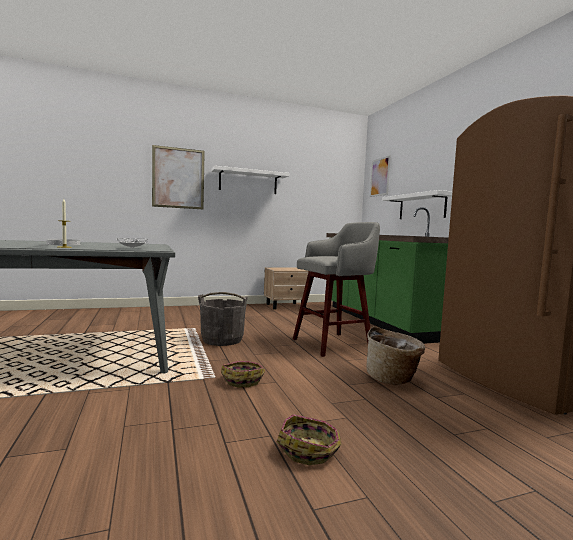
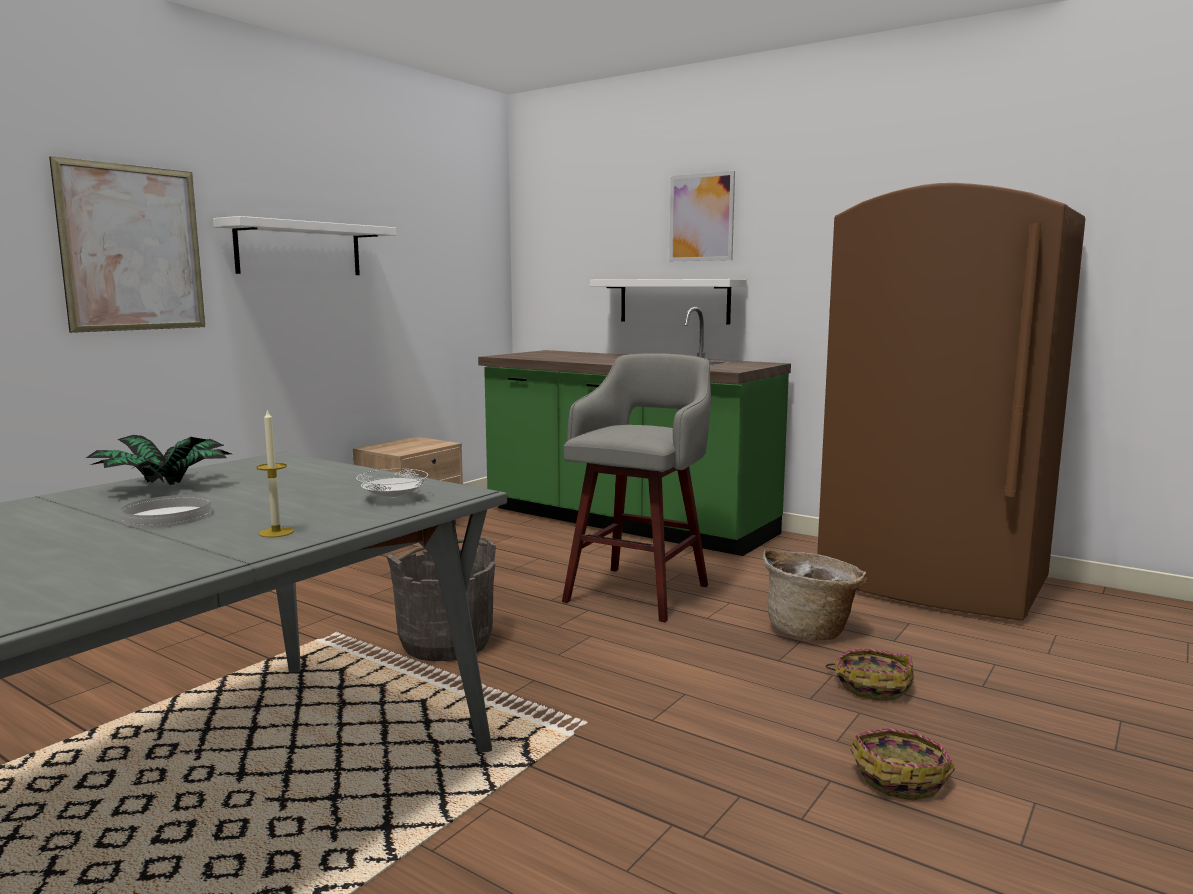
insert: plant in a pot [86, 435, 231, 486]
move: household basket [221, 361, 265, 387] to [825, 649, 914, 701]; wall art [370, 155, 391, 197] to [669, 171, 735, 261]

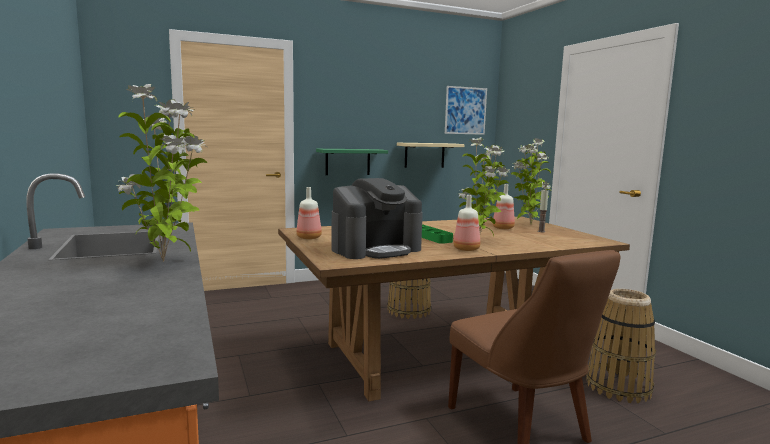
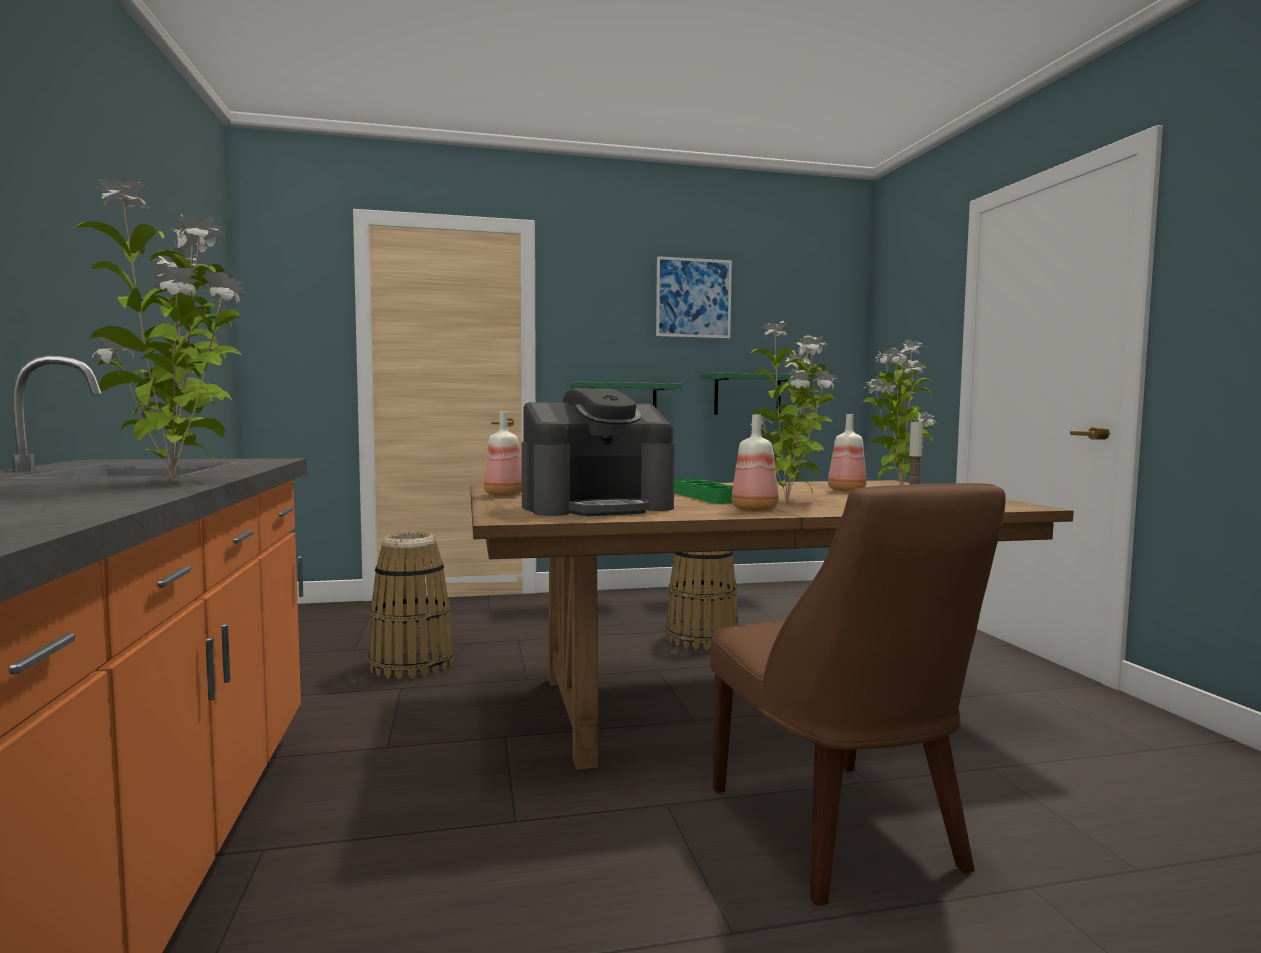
move: wall art [445, 86, 487, 135] to [656, 256, 732, 338]; household basket [586, 289, 656, 403] to [368, 532, 454, 679]
recolor: beige-coloured shelf [397, 143, 464, 168] to green shelf [701, 372, 792, 415]

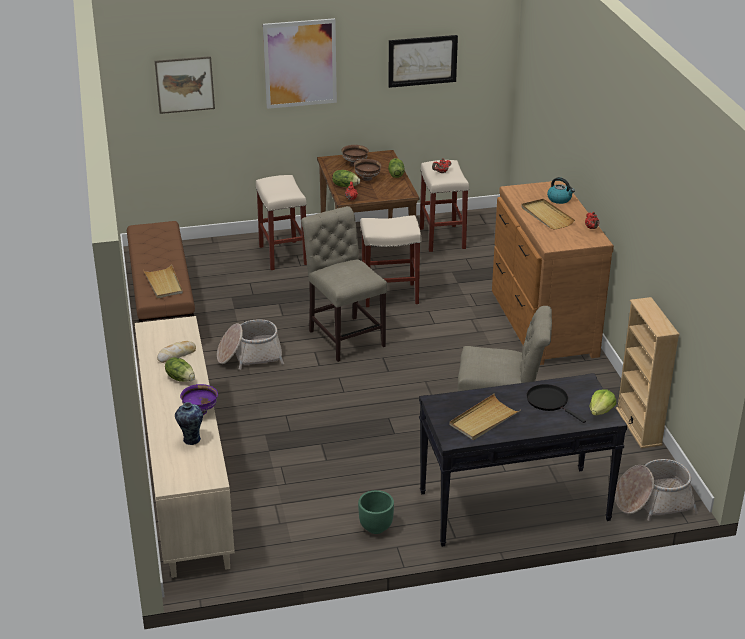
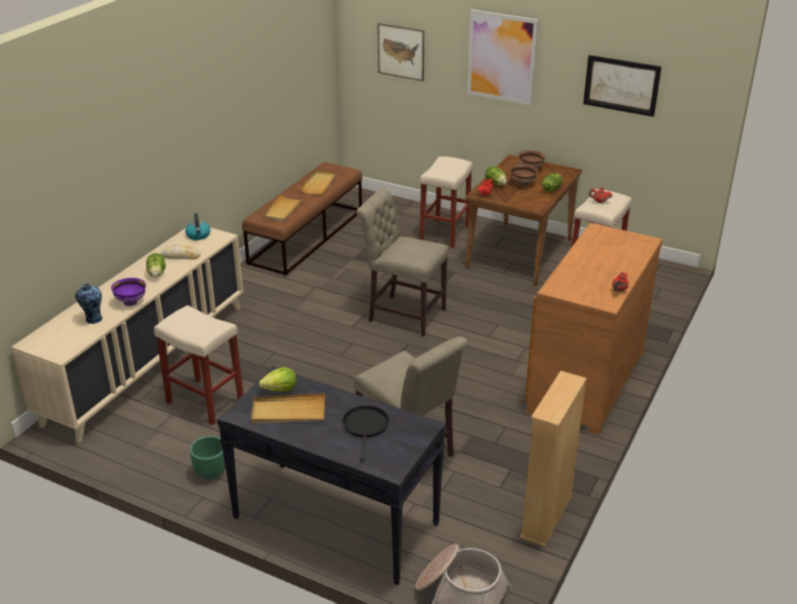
delete: household basket [217, 319, 284, 370]
move: beige-coloured stool [360, 215, 421, 307] to [154, 305, 244, 425]; beige-coloured tray [521, 199, 575, 229] to [300, 170, 336, 195]; tea kettle [547, 177, 575, 204] to [185, 213, 210, 240]; lettuce [589, 389, 616, 416] to [259, 367, 296, 392]
rotate: beige-coloured plain chair [301, 206, 387, 362] = [356, 188, 449, 336] 75 degrees counterclockwise

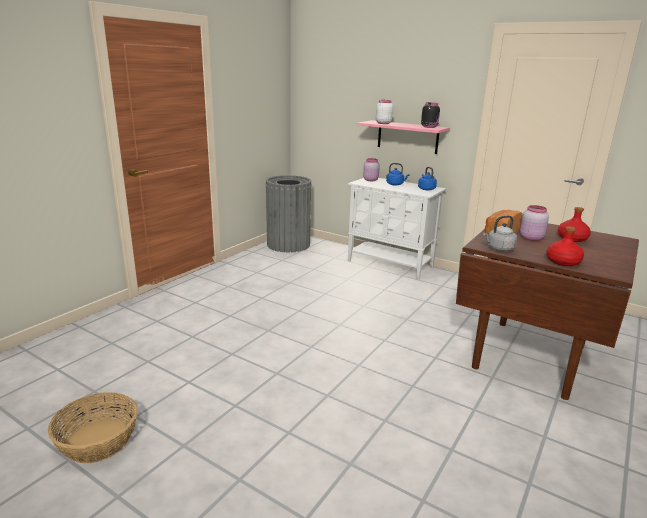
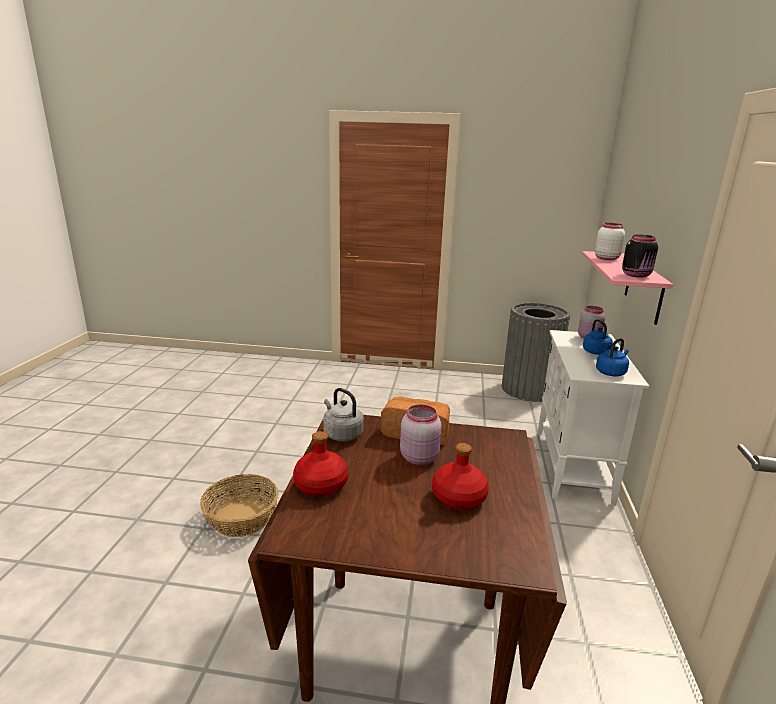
move: household basket [48, 392, 137, 463] to [200, 474, 279, 537]

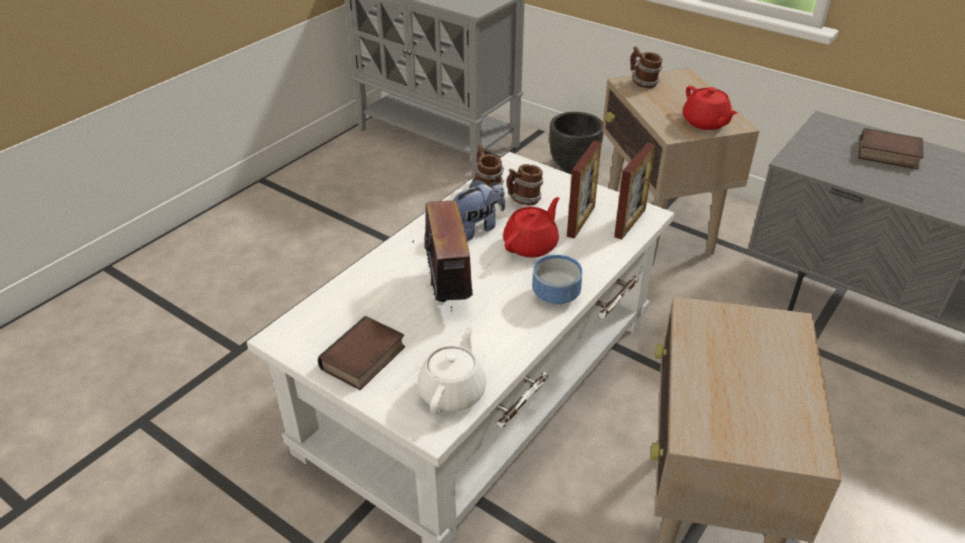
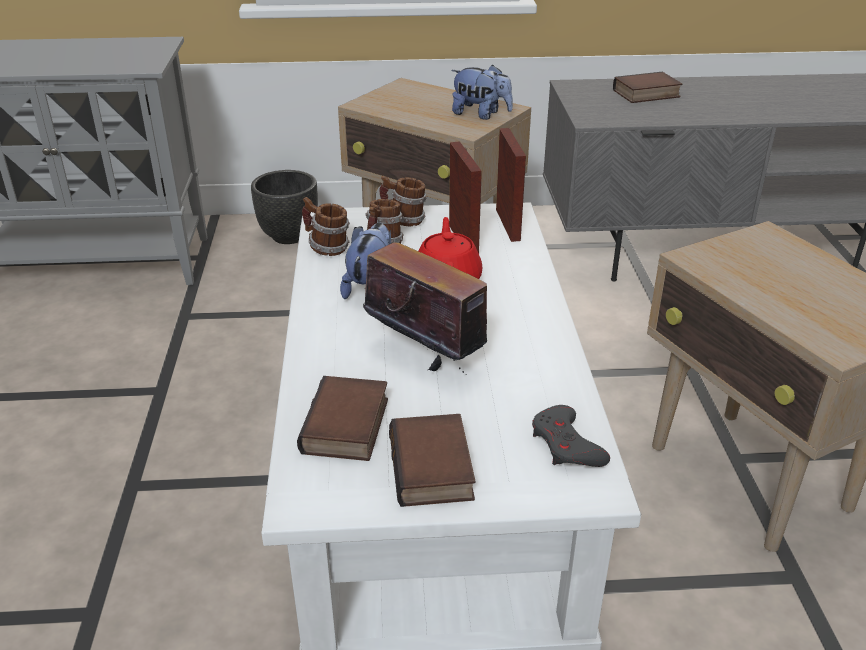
delete: bowl [532, 255, 582, 305]
insert: volume [297, 376, 388, 461]
move: coffee mug [630, 46, 663, 88] to [380, 176, 427, 226]
replace: white-coloured tea pot [418, 325, 486, 414] to grey gamepad [532, 405, 610, 467]; red tea pot [683, 86, 738, 130] to cuddly toy [451, 65, 513, 120]

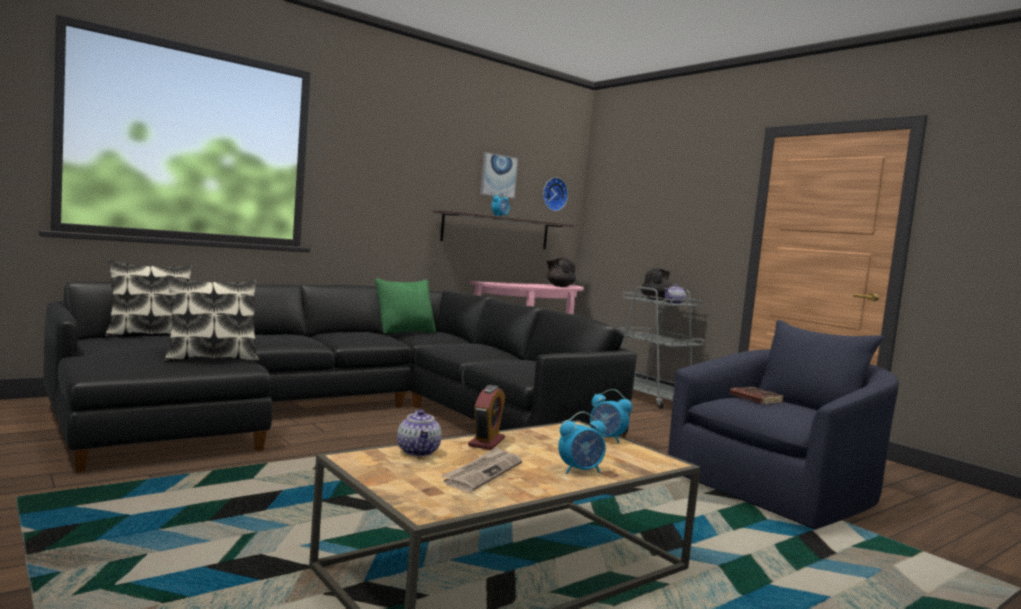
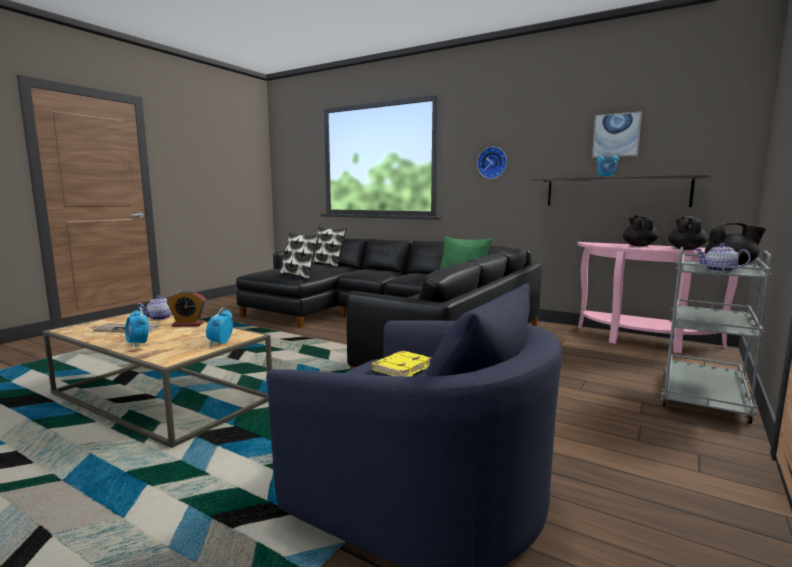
insert: blackish tea pot [623, 215, 659, 246]
move: hanging clock [543, 178, 568, 211] to [477, 147, 507, 179]
recolor: brown volume [730, 387, 784, 404] to yellowish volume [372, 351, 432, 377]

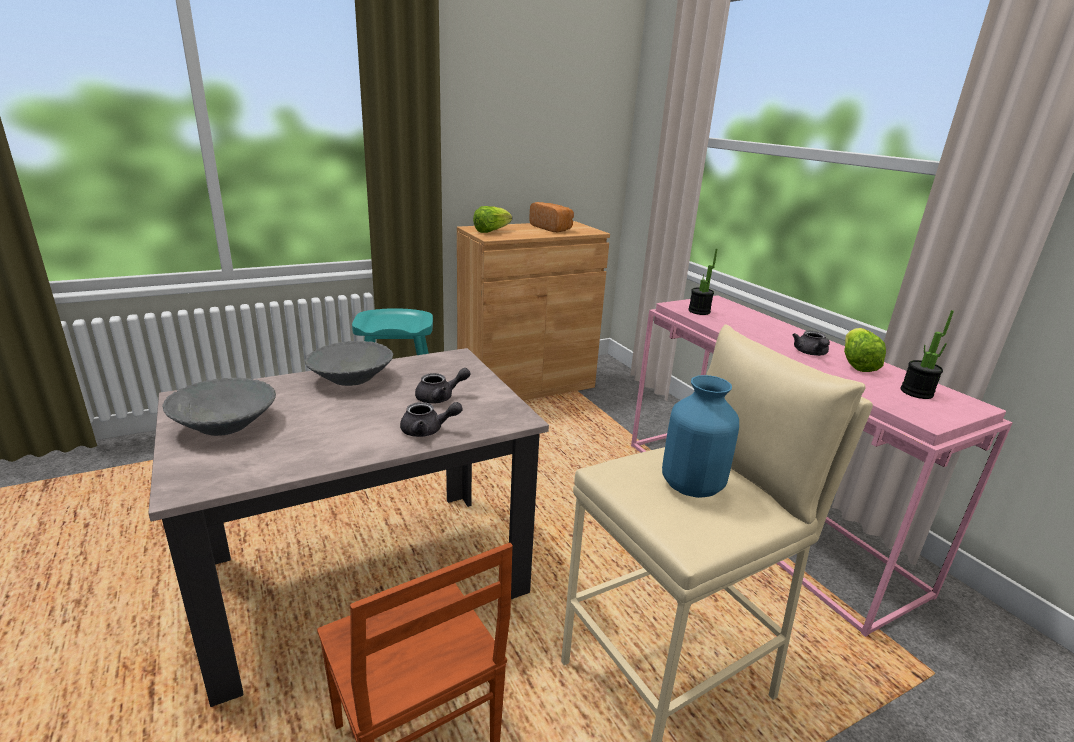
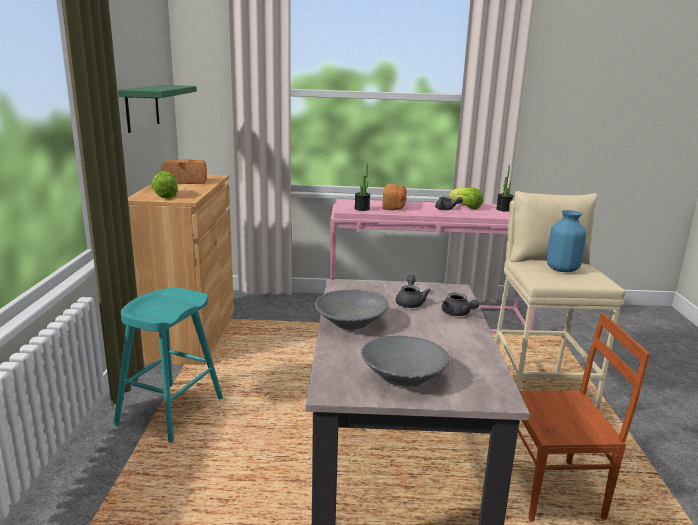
insert: green shelf [118, 85, 197, 133]; bakery bread [382, 184, 407, 210]
rotate: grey tea pot [400, 402, 463, 437] = [442, 293, 480, 316] 120 degrees clockwise

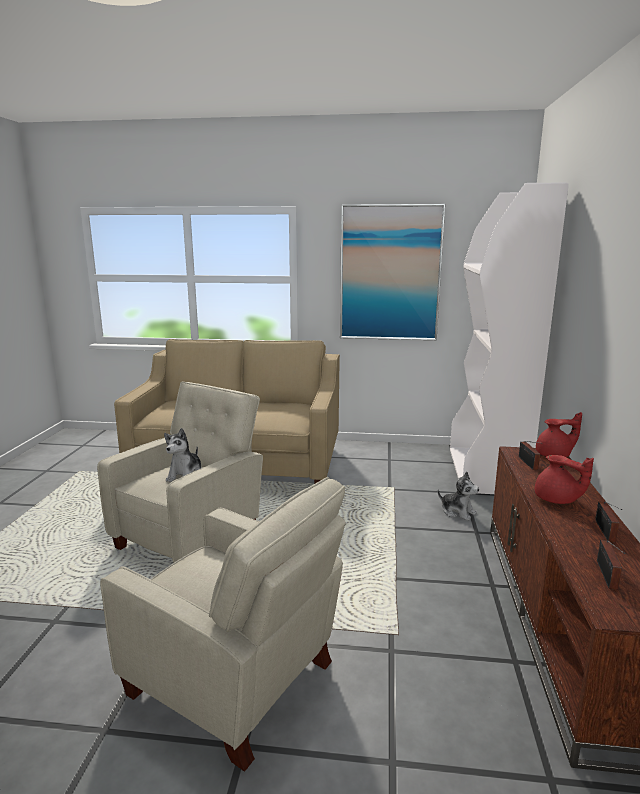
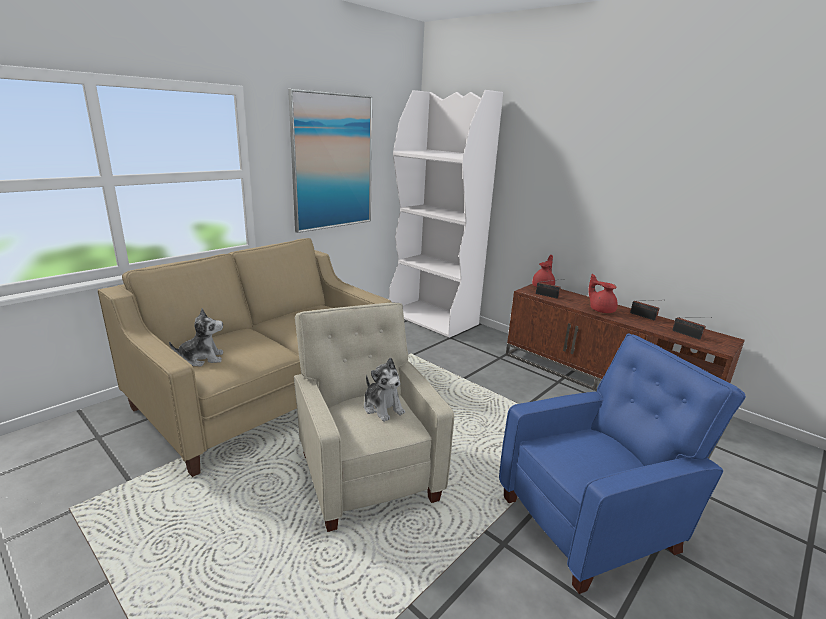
move: cuddly toy [438, 471, 479, 521] to [169, 308, 223, 367]
recolor: beige-coloured lounge chair [100, 477, 346, 772] to blue lounge chair [499, 334, 746, 594]
rotate: red tea pot [535, 455, 594, 504] = [588, 274, 618, 313] 120 degrees counterclockwise

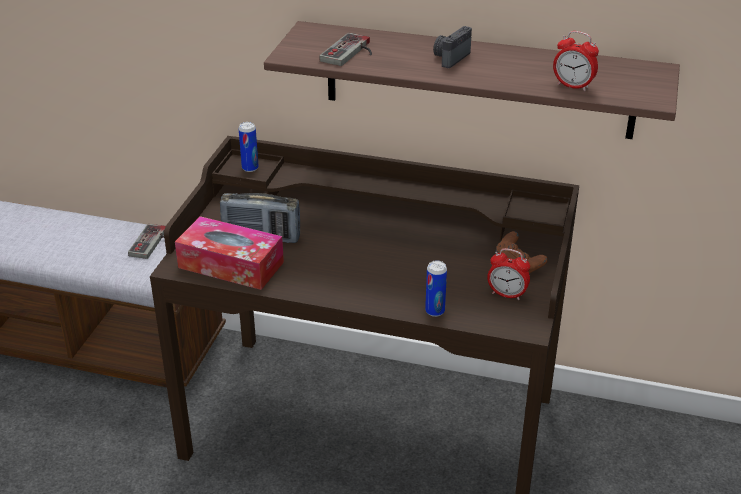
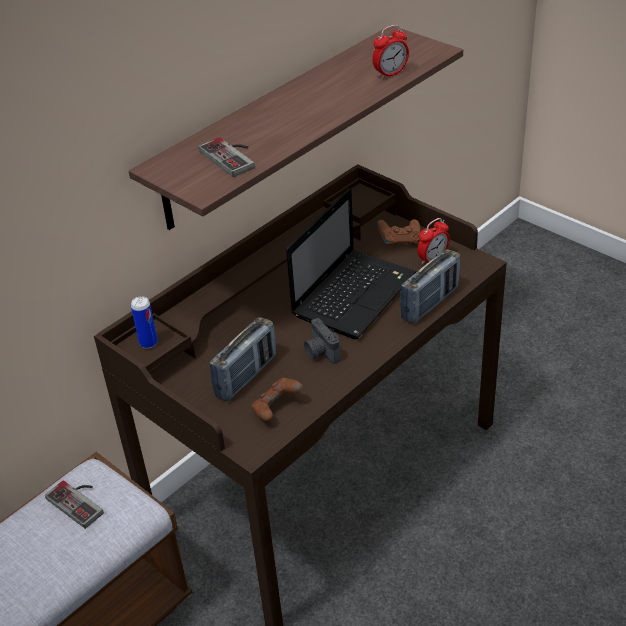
insert: portable computer [286, 189, 417, 339]
move: photo camera [433, 26, 472, 68] to [304, 318, 340, 364]
replace: tissue box [175, 216, 284, 290] to brown gamepad [251, 377, 303, 421]; sealed can [425, 260, 447, 317] to radio receiver [400, 249, 460, 324]

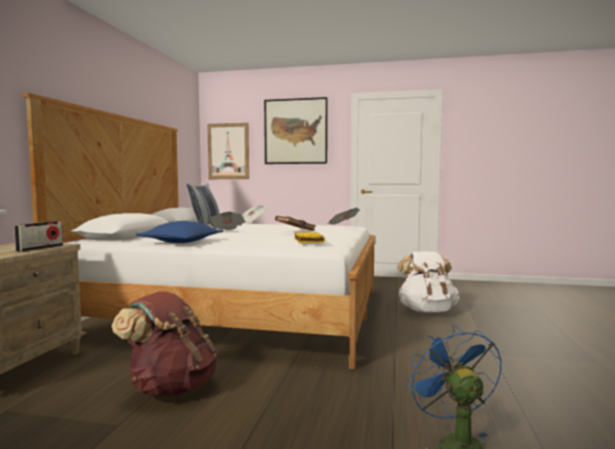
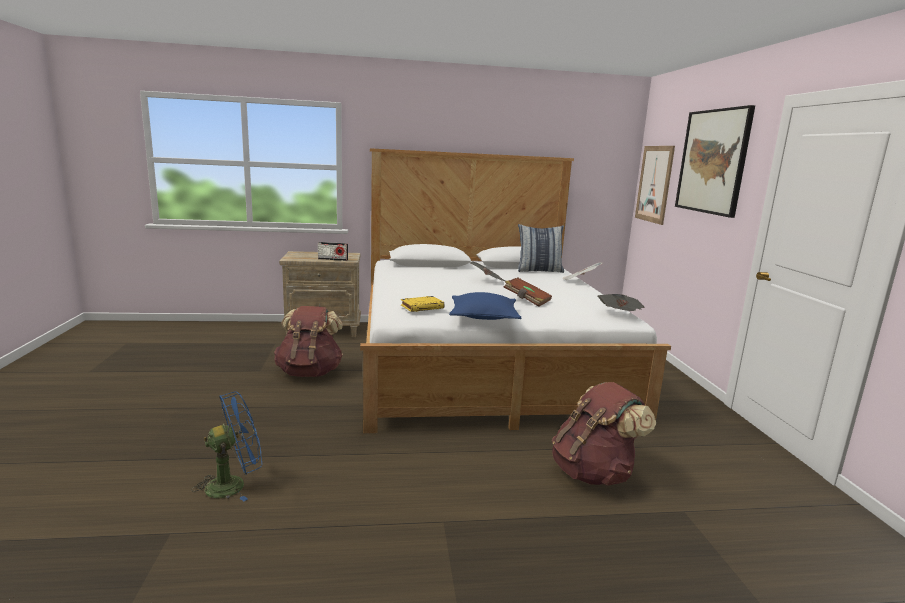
move: blue throw pillow [136, 221, 224, 243] to [449, 292, 522, 320]
recolor: white-coloured knapsack [397, 251, 459, 313] to brown knapsack [552, 382, 656, 486]

